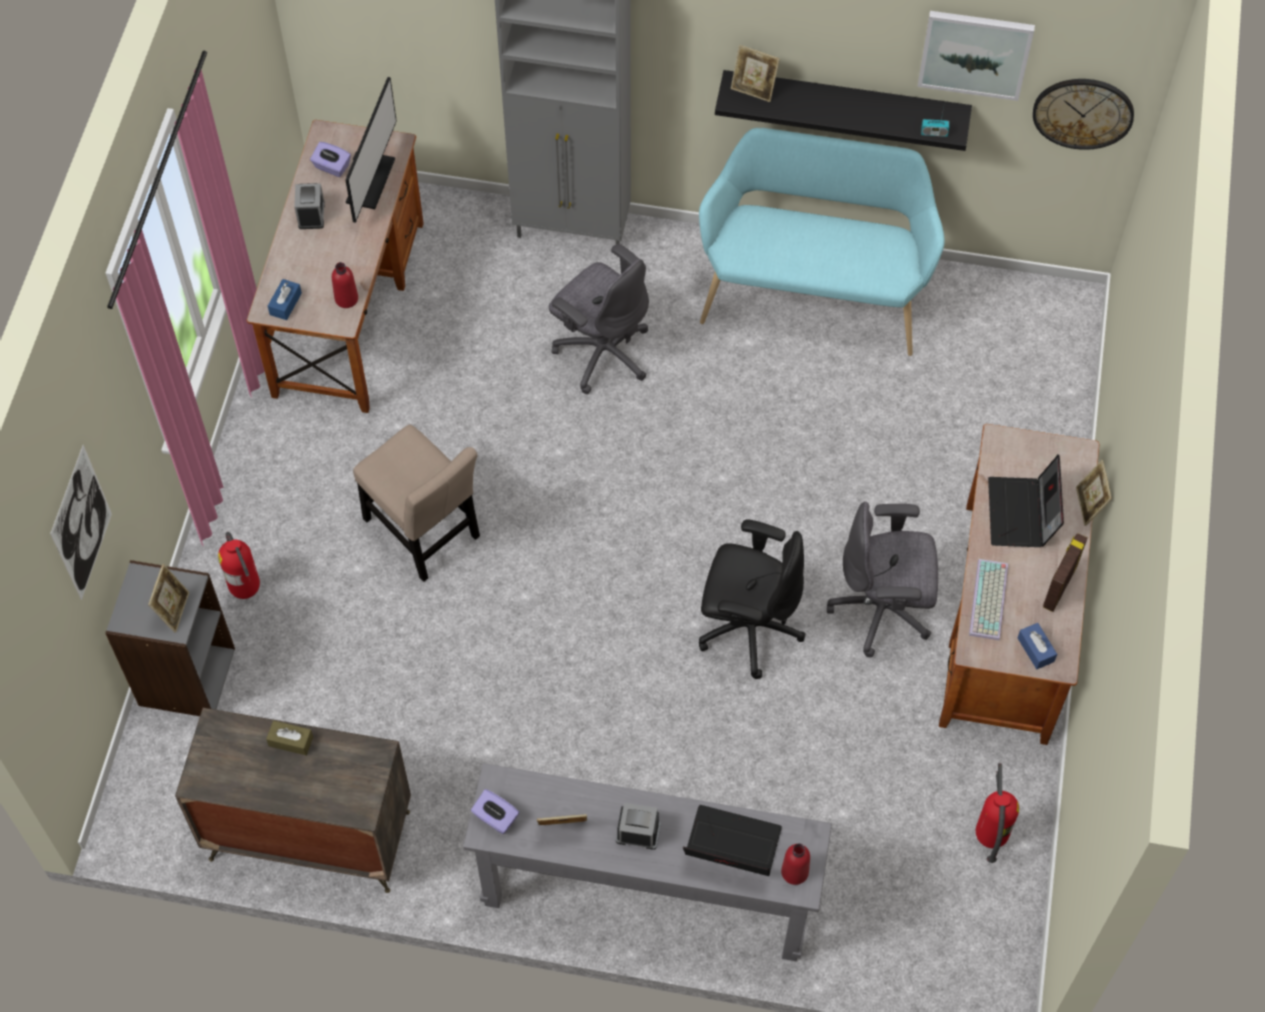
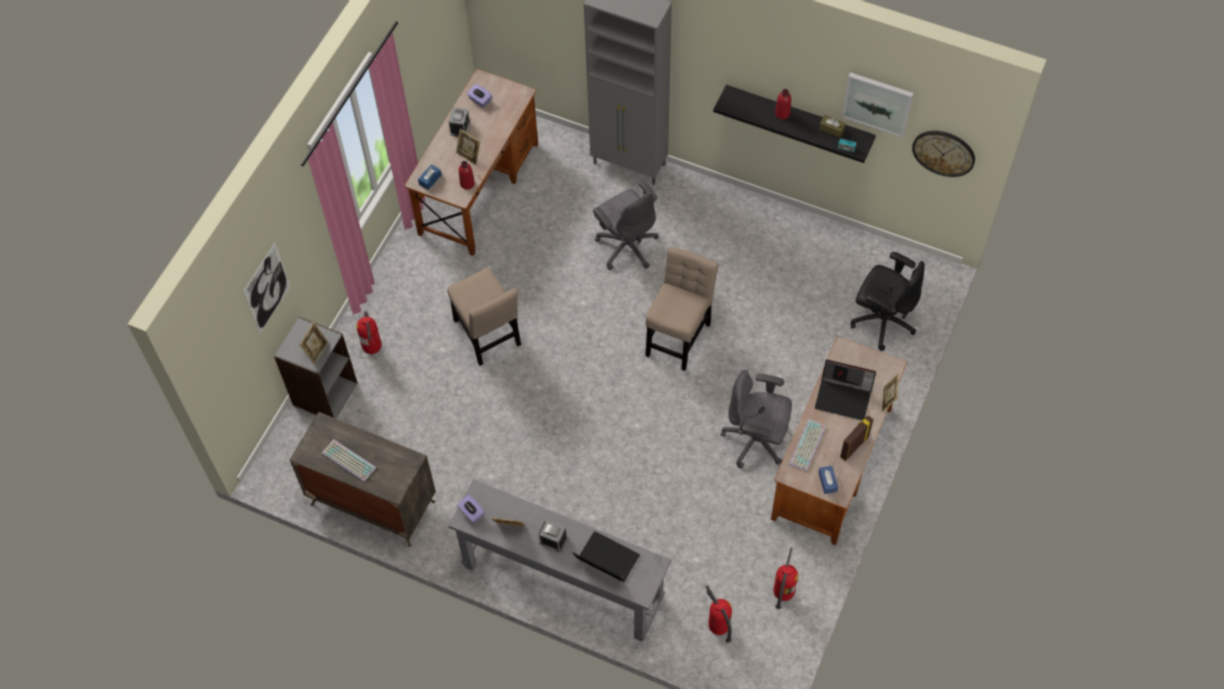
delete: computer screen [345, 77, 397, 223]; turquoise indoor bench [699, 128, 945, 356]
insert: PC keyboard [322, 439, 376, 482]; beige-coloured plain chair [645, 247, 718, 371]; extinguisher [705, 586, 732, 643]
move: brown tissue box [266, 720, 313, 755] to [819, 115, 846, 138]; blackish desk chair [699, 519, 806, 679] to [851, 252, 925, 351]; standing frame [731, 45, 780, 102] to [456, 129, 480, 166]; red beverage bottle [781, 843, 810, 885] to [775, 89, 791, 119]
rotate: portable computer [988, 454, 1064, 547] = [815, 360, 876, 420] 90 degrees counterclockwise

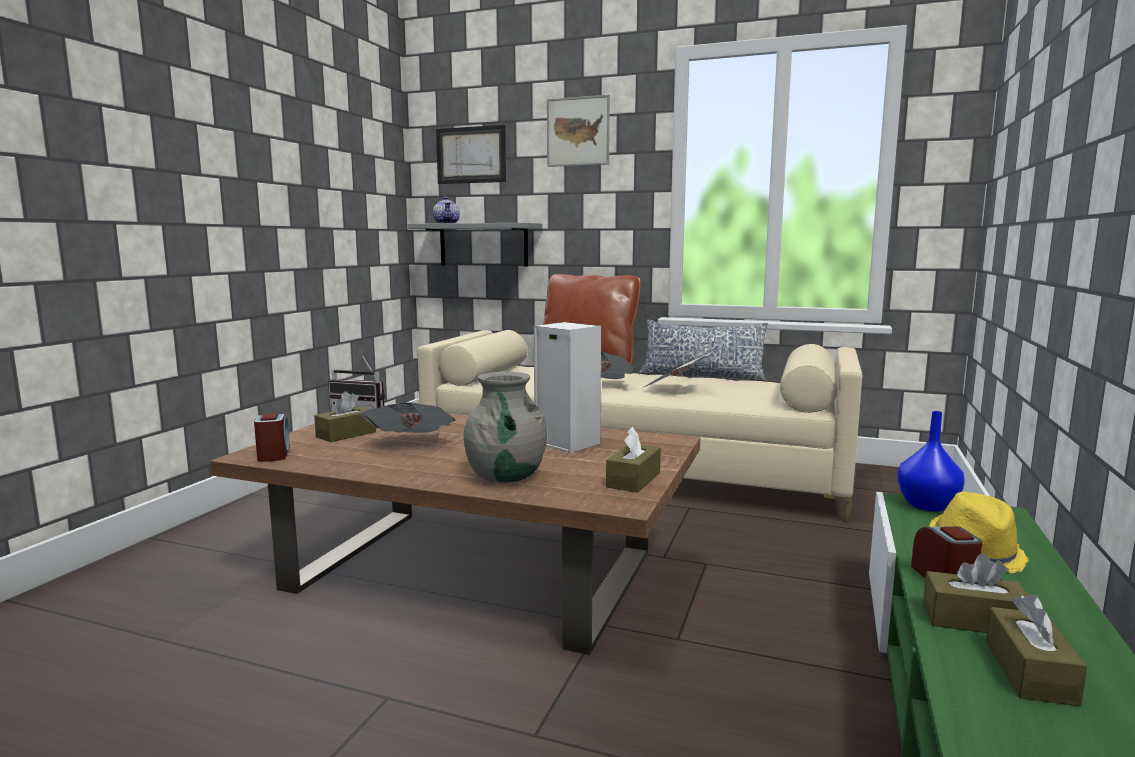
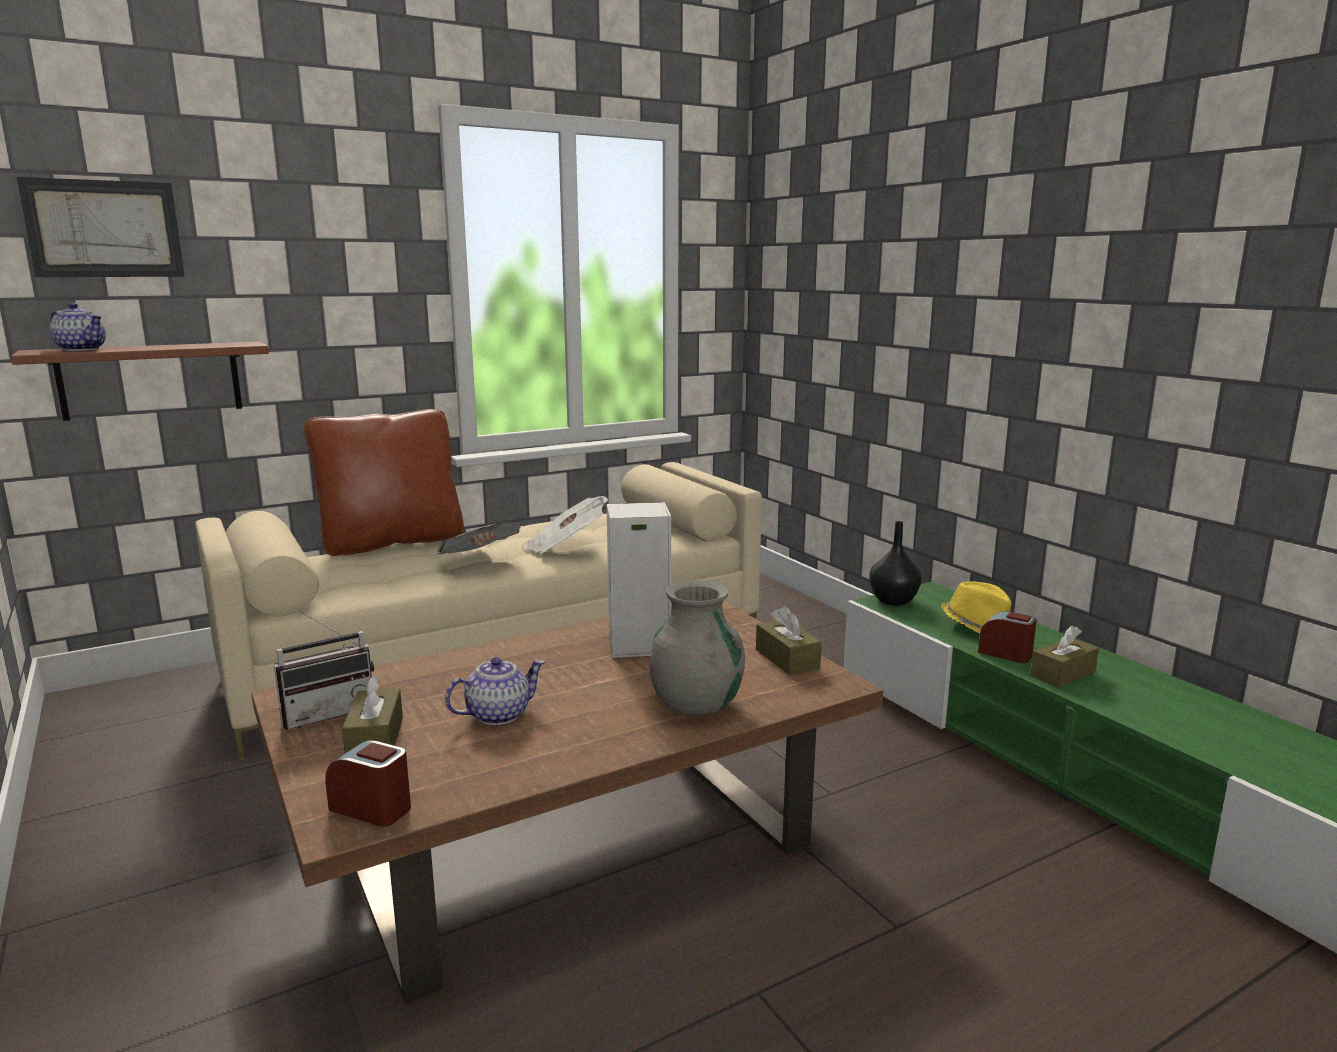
delete: wall art [547, 95, 610, 167]; throw pillow [639, 319, 768, 381]; brown tissue box [986, 594, 1087, 706]
replace: printed paper [359, 402, 455, 433] to tea pot [445, 657, 545, 725]
recolor: grey shelf [408, 223, 542, 267] to brown shelf [11, 342, 269, 421]; blue decorative vase [897, 411, 965, 511] to blackish decorative vase [869, 521, 922, 606]

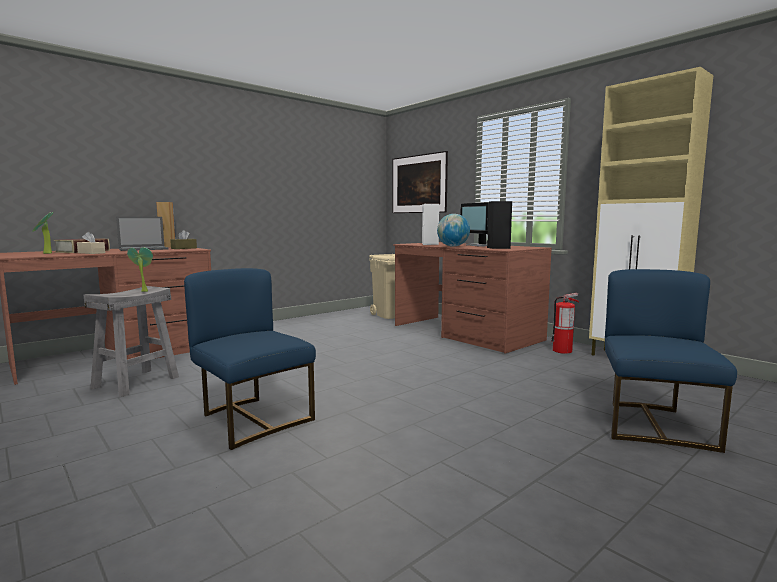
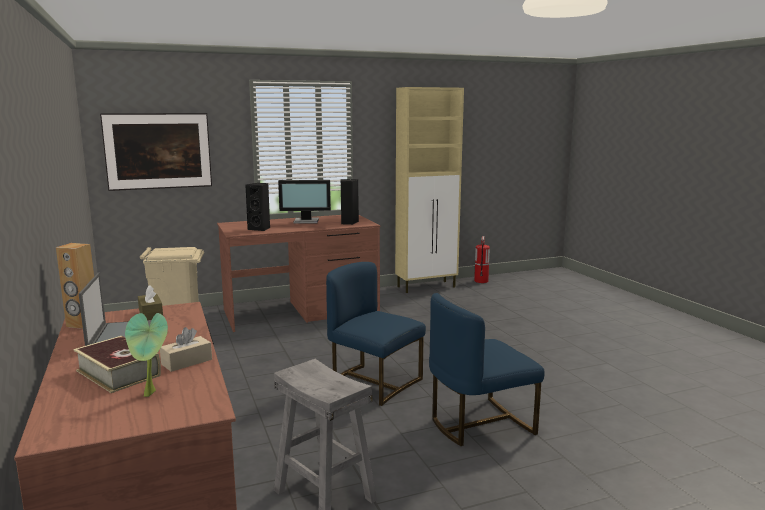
delete: plant in a pot [127, 247, 153, 292]; world globe [437, 214, 470, 247]
move: extinguisher [551, 293, 579, 354] to [474, 236, 490, 283]; blue plain chair [605, 269, 737, 453] to [326, 262, 426, 406]
recolor: white-coloured speaker [422, 204, 439, 245] to blackish speaker [246, 183, 270, 231]

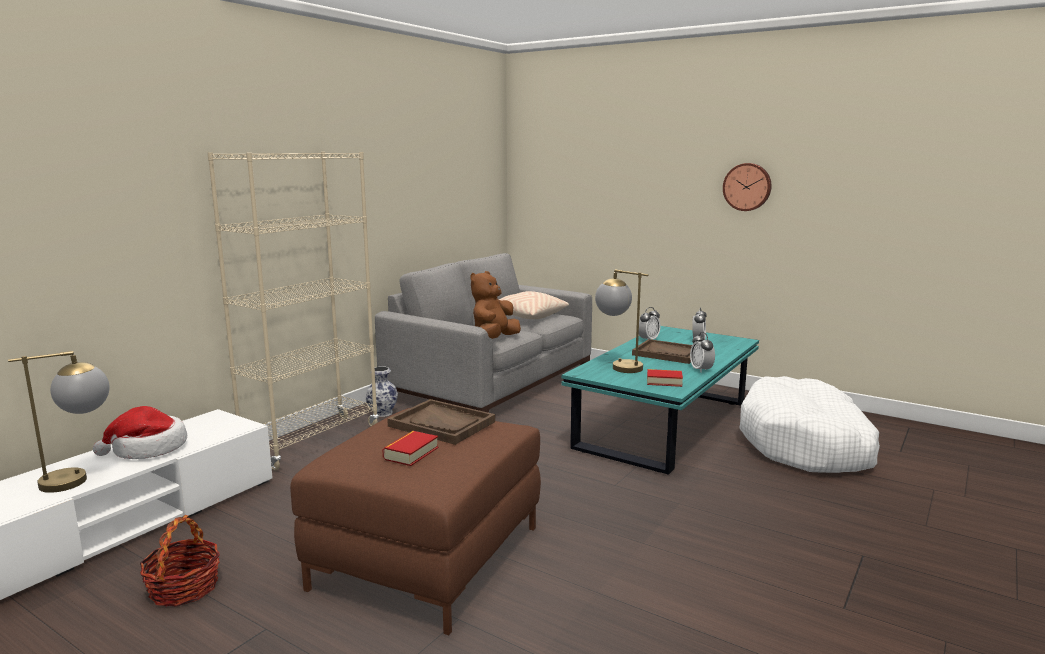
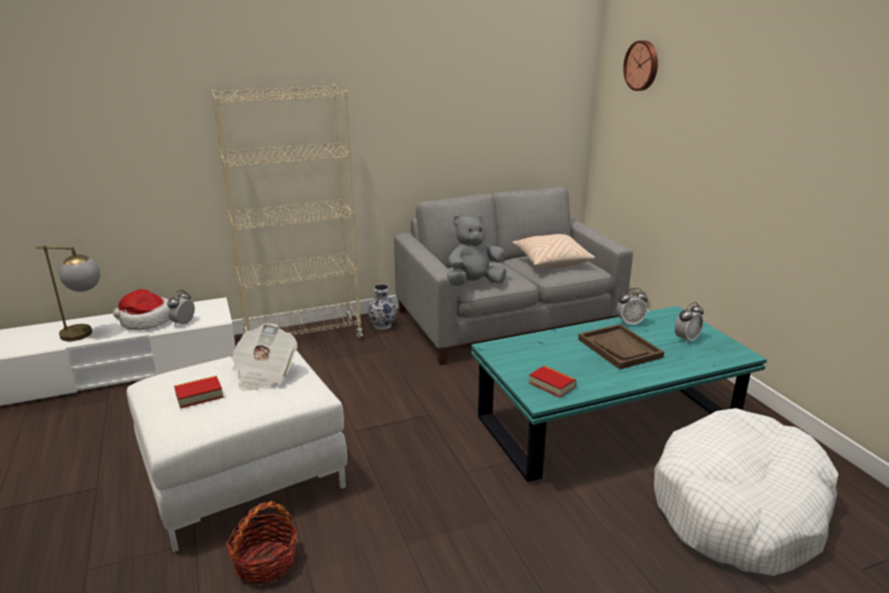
delete: lamp for a table [595, 269, 648, 373]
move: household basket [140, 515, 220, 607] to [226, 501, 298, 584]; table clock [690, 332, 715, 373] to [167, 290, 195, 326]; hanging clock [723, 163, 772, 211] to [623, 40, 658, 91]
replace: brown tray [387, 399, 495, 445] to printed paper [231, 323, 298, 391]
recolor: brown ottoman [290, 408, 541, 635] to white-coloured ottoman [127, 350, 347, 552]; brown cuddly toy [470, 271, 521, 339] to grey cuddly toy [447, 215, 506, 286]

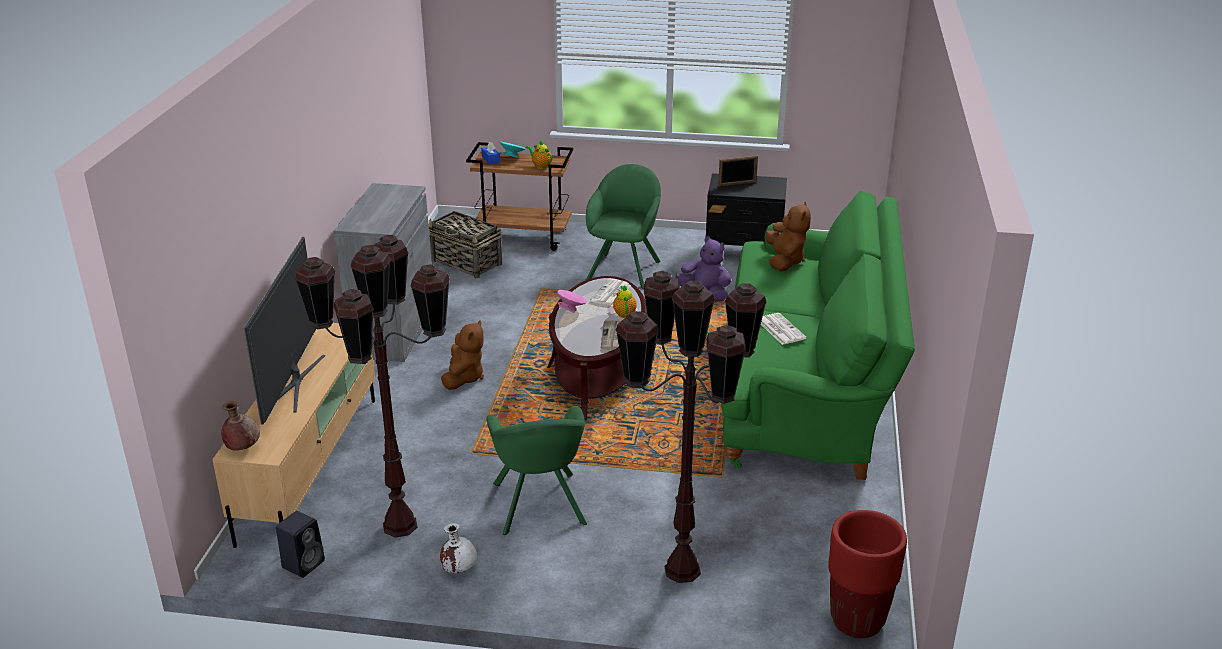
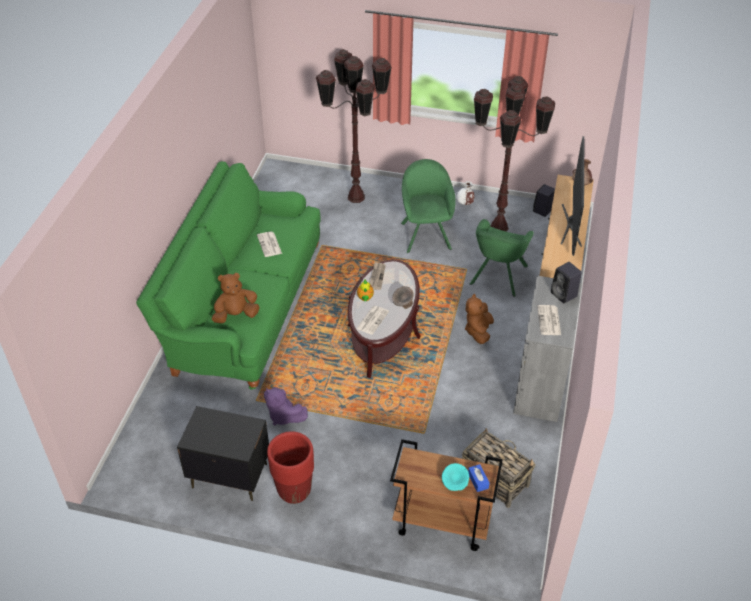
delete: tea pot [526, 141, 552, 169]; standing frame [718, 155, 758, 187]
insert: printed paper [537, 305, 561, 335]; blackish speaker [551, 262, 582, 303]
move: green lounge chair [586, 164, 661, 289] to [470, 219, 534, 297]; red planter [828, 510, 907, 638] to [267, 431, 314, 504]
recolor: pinkish bowl [557, 290, 587, 313] to grey bowl [392, 286, 414, 309]
rotate: brown cuddly toy [766, 202, 811, 271] = [212, 273, 260, 323] 60 degrees clockwise

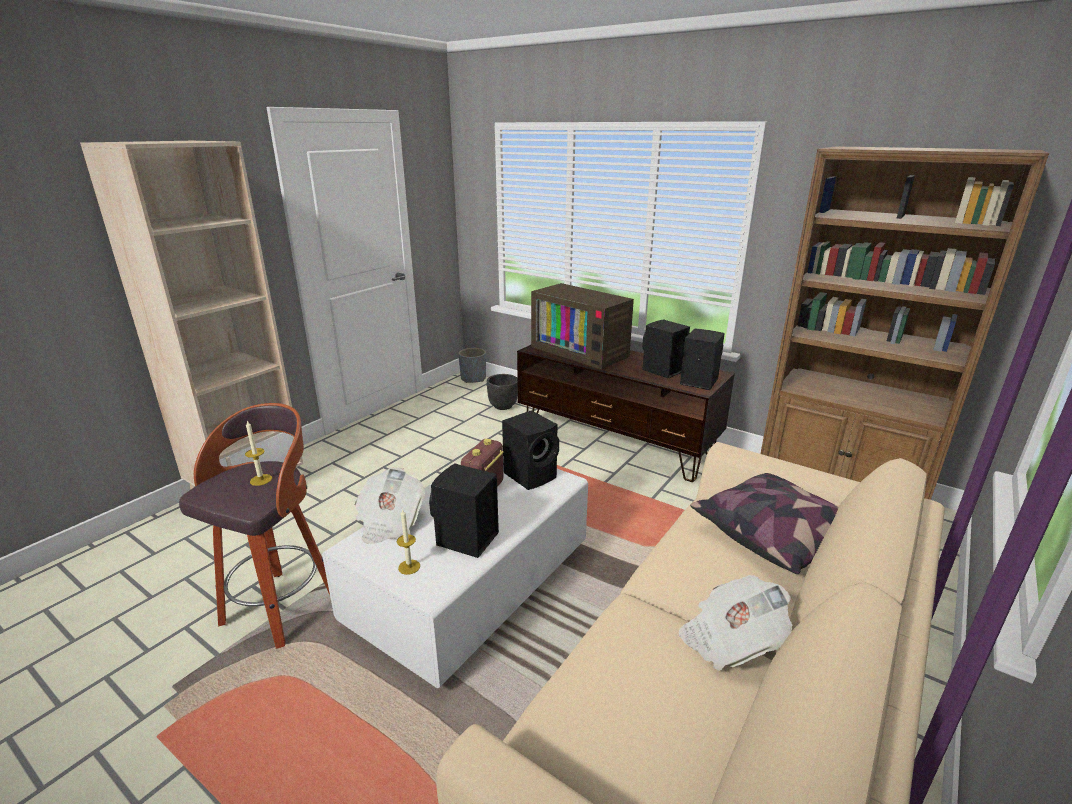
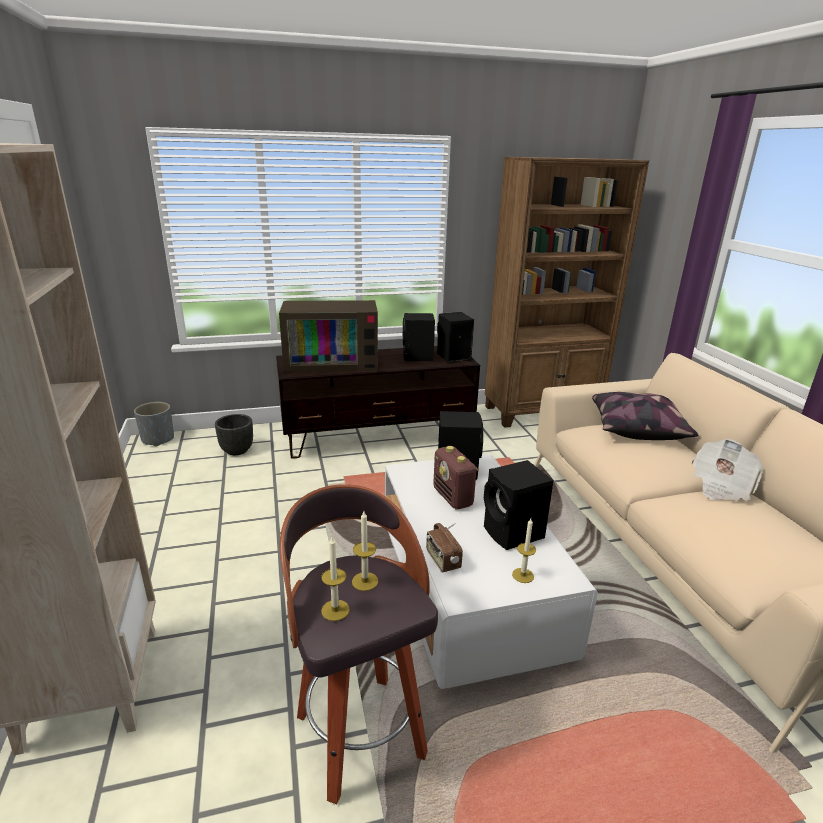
insert: candle [321, 537, 350, 621]
replace: printed paper [355, 467, 425, 544] to radio receiver [426, 523, 463, 573]

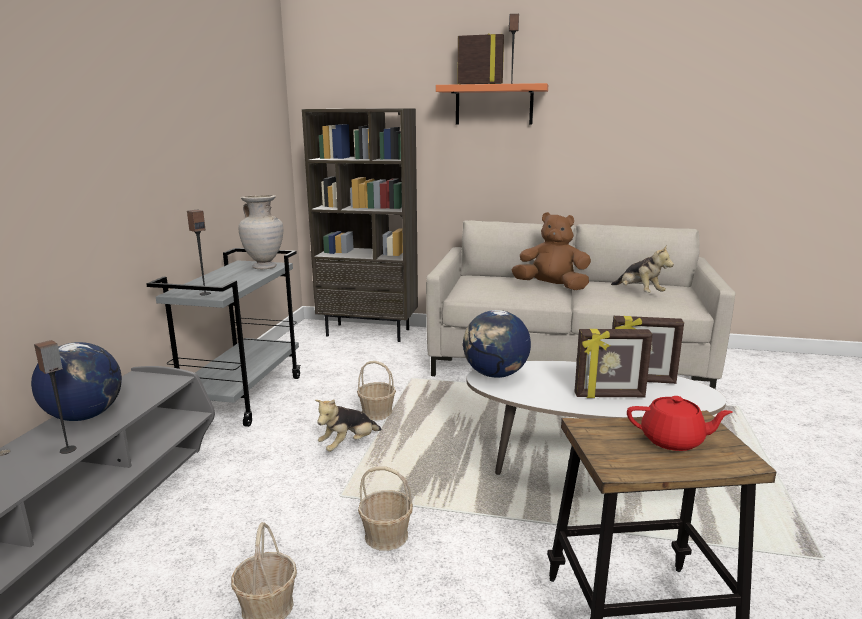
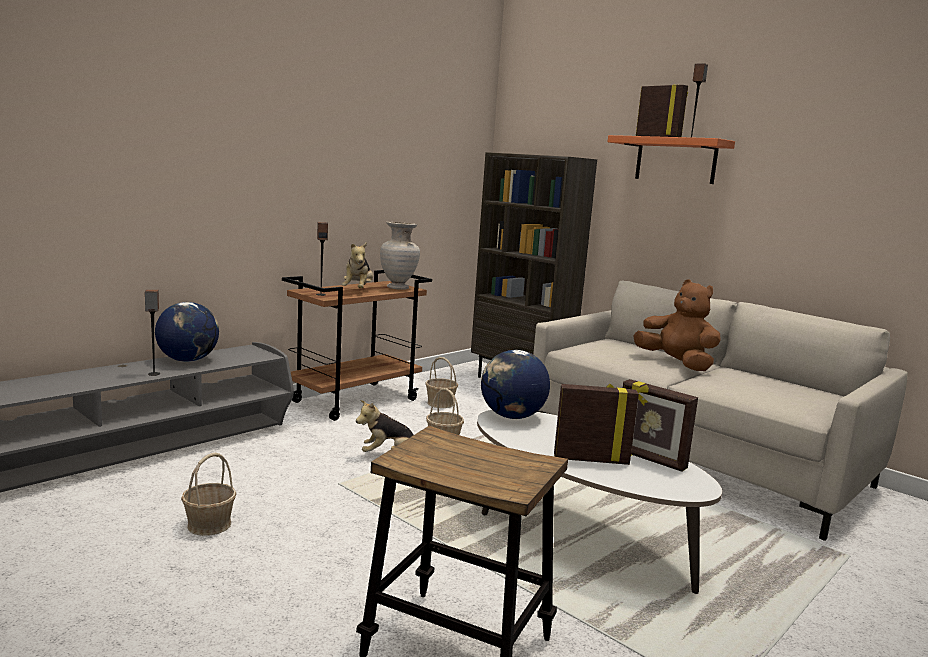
delete: red tea pot [627, 396, 733, 451]
move: household basket [358, 466, 413, 551] to [425, 357, 458, 408]; cuddly toy [611, 244, 674, 293] to [342, 242, 373, 288]
recolor: grey trolley [146, 248, 301, 427] to brown trolley [282, 270, 432, 421]
rotate: standing frame [574, 329, 653, 398] = [554, 384, 639, 465] 150 degrees clockwise

